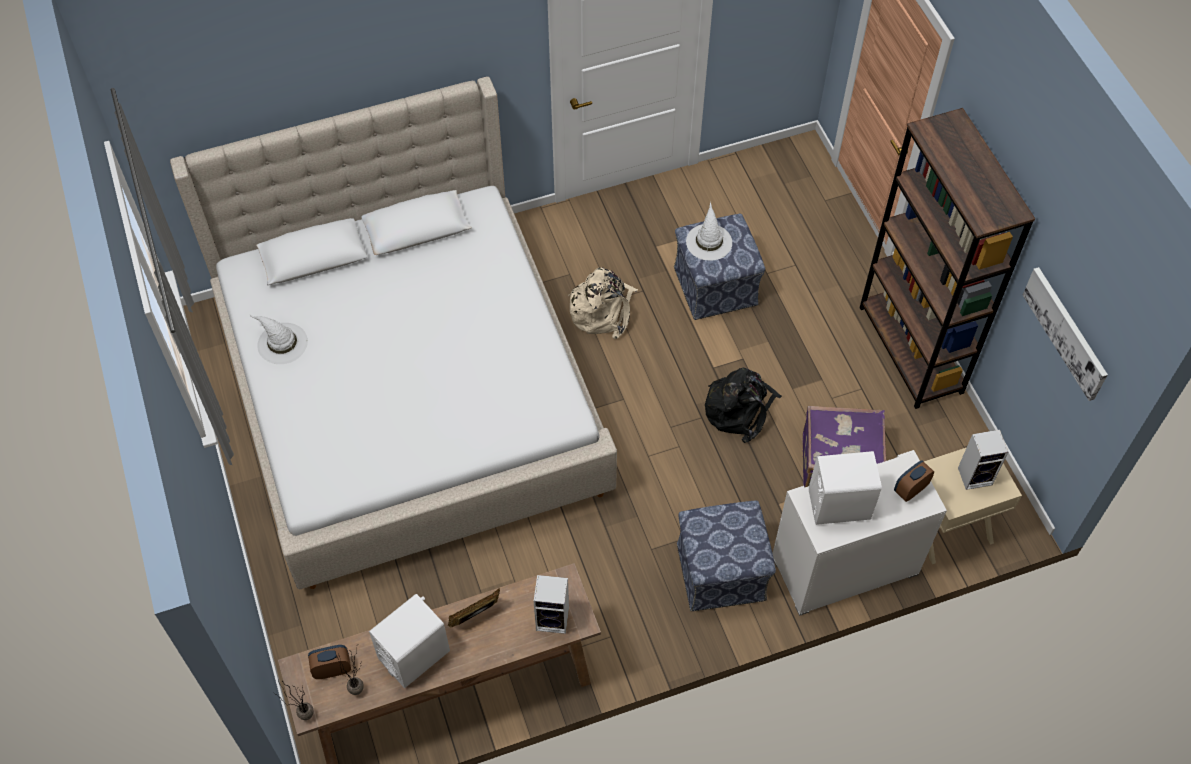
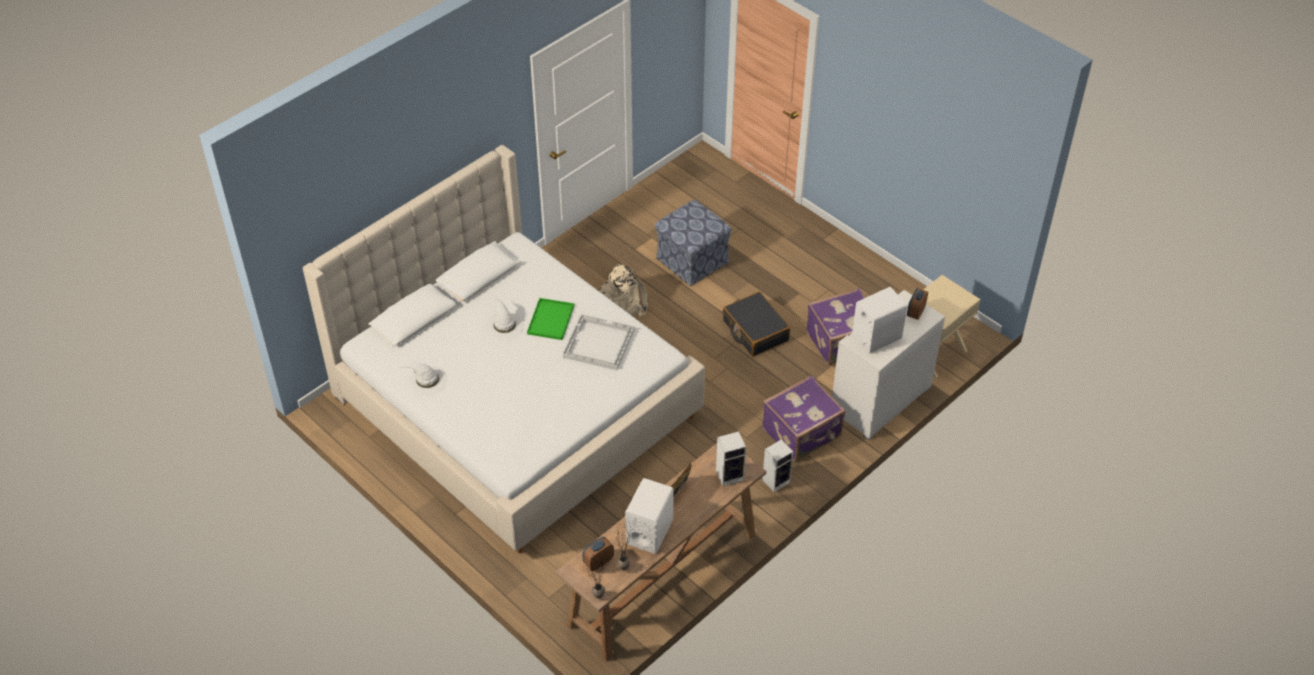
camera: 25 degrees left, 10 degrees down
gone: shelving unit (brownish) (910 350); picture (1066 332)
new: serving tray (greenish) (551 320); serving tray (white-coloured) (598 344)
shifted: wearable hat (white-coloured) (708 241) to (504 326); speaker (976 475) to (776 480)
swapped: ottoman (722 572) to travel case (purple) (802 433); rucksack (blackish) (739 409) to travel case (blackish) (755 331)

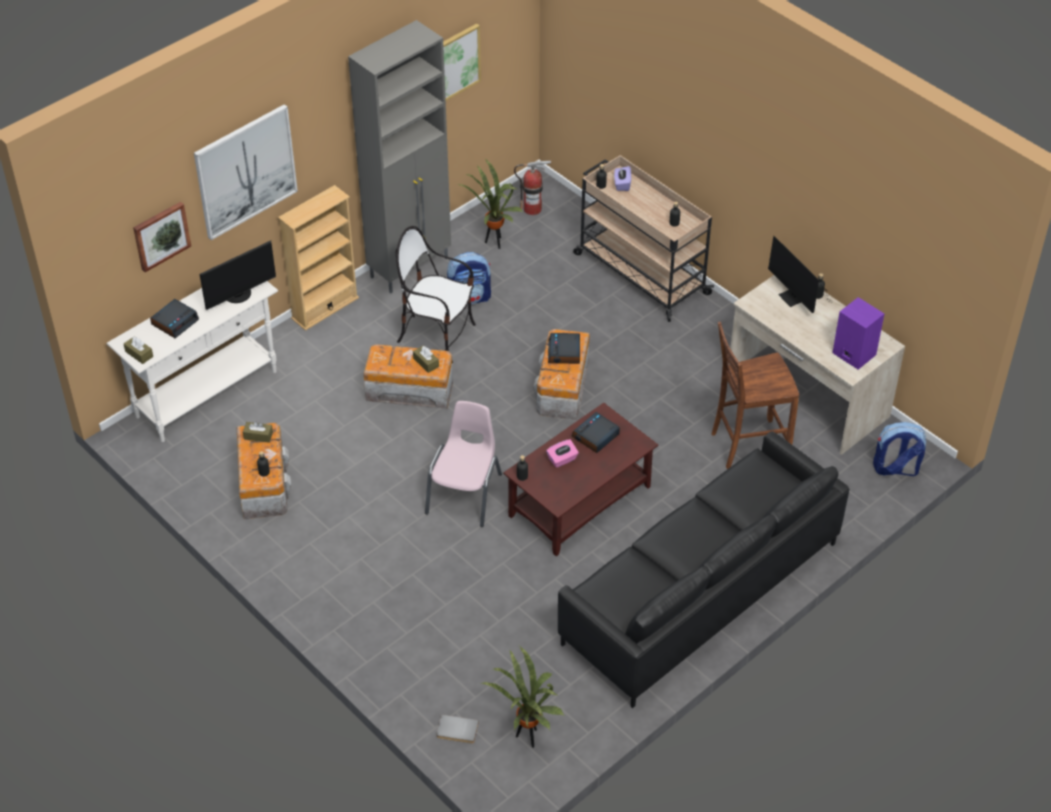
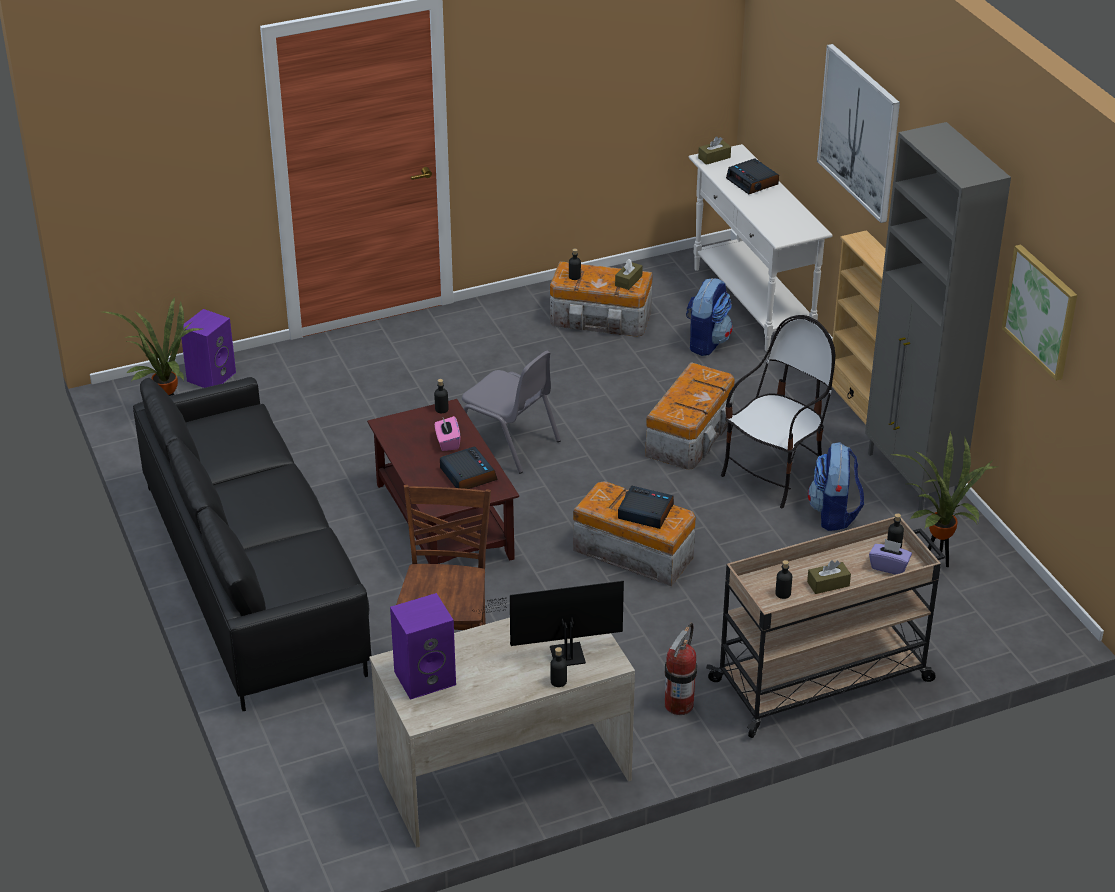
camera: 110 degrees right, 10 degrees down
gone: picture (161 235); computer display (239 295)
shifted: tissue box (brownish) (426 362) to (828 584); extinguisher (532 209) to (679 704); rucksack (895 469) to (706 342)
swapped: bound book (greyish) (457 731) to speaker (purple) (211 376)
repainted: plain chair (pink-coloured) (465 493) to plain chair (greyish) (507 442)

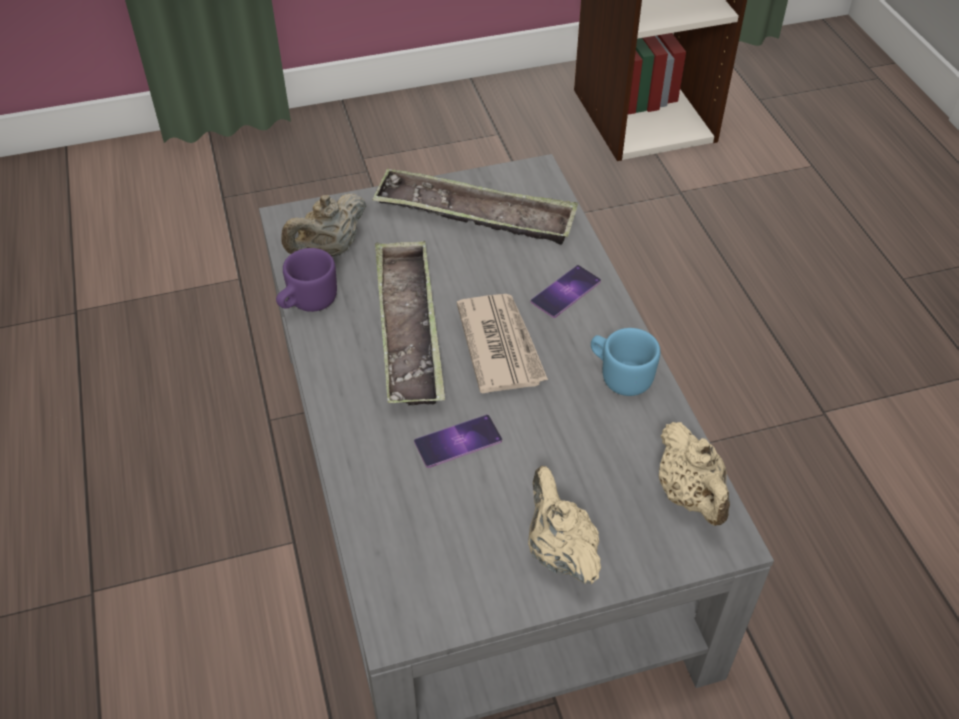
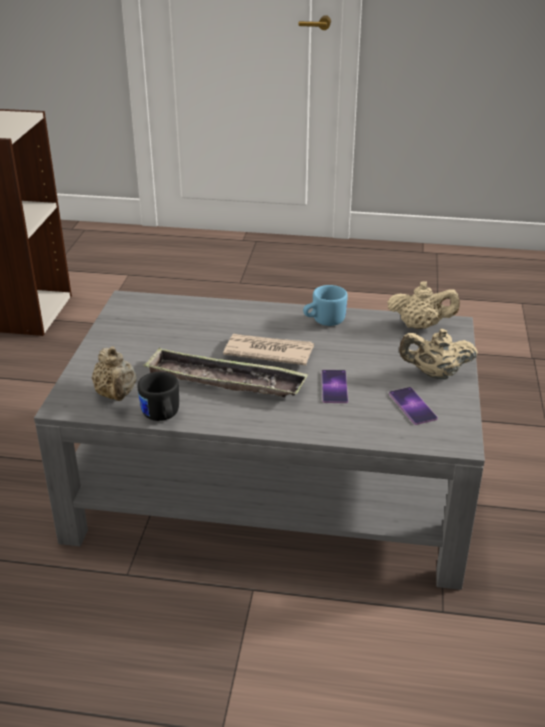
camera: 65 degrees left, 15 degrees down
gone: serving tray (475 215)
shifted: telephone (566 291) to (412 406)
repainted: coffee mug (purple) (307 303) to coffee mug (blackish) (162 416)

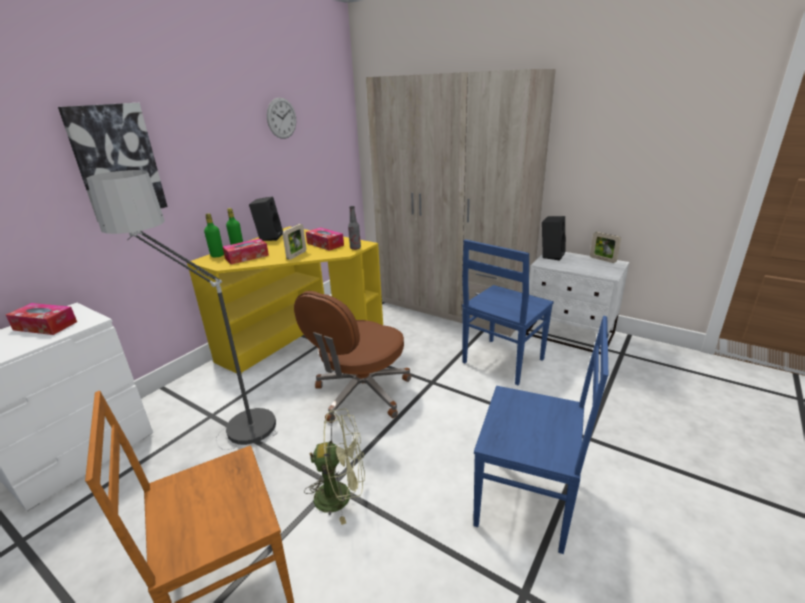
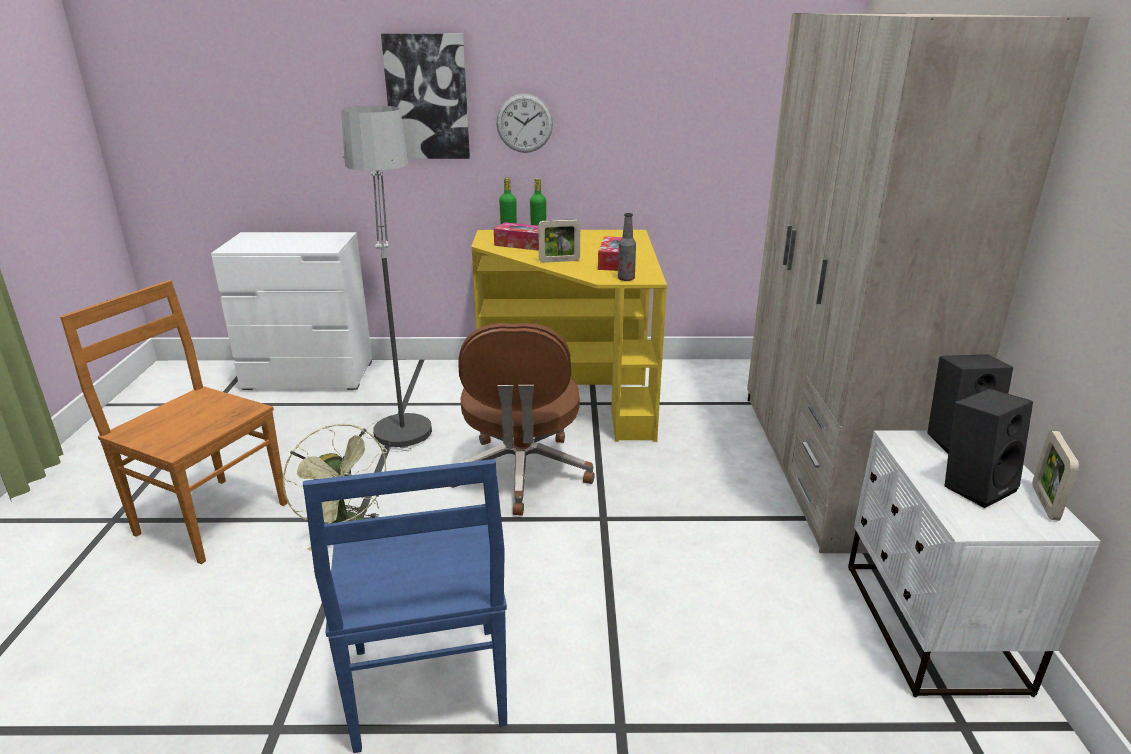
camera: 55 degrees right, 0 degrees up
gone: tissue box (45 326); plain chair (bluish) (501 362)
shifted: speaker (blackish) (269 237) to (974 486); clock on the wall (281 118) to (524 123)
rotated: computer chair (brownish) (361 394) = (522 474) 90 degrees counterclockwise

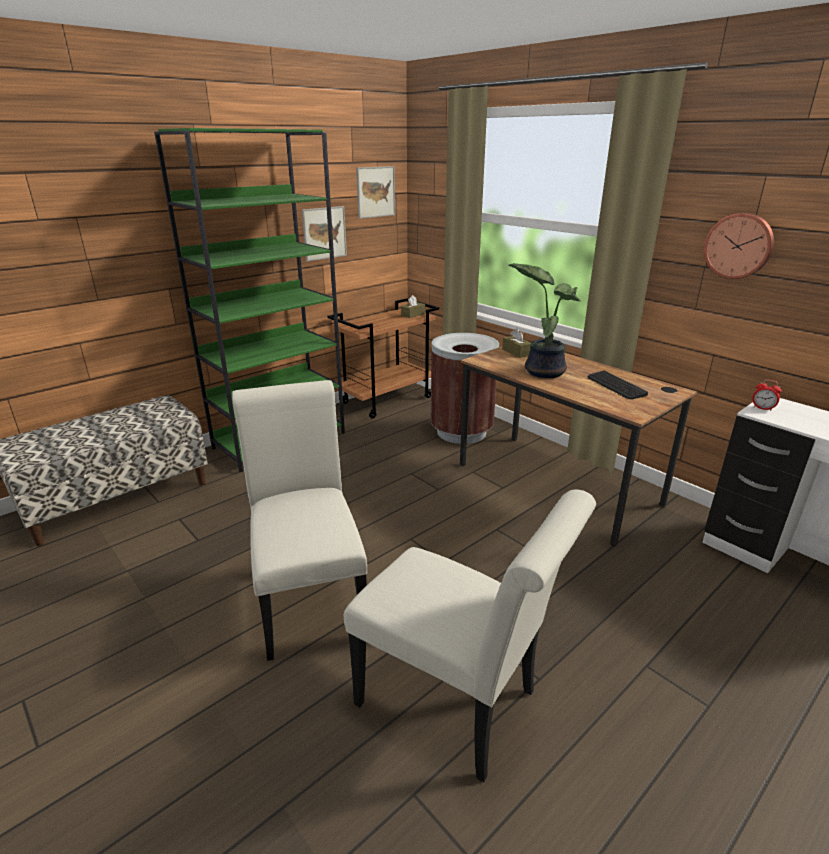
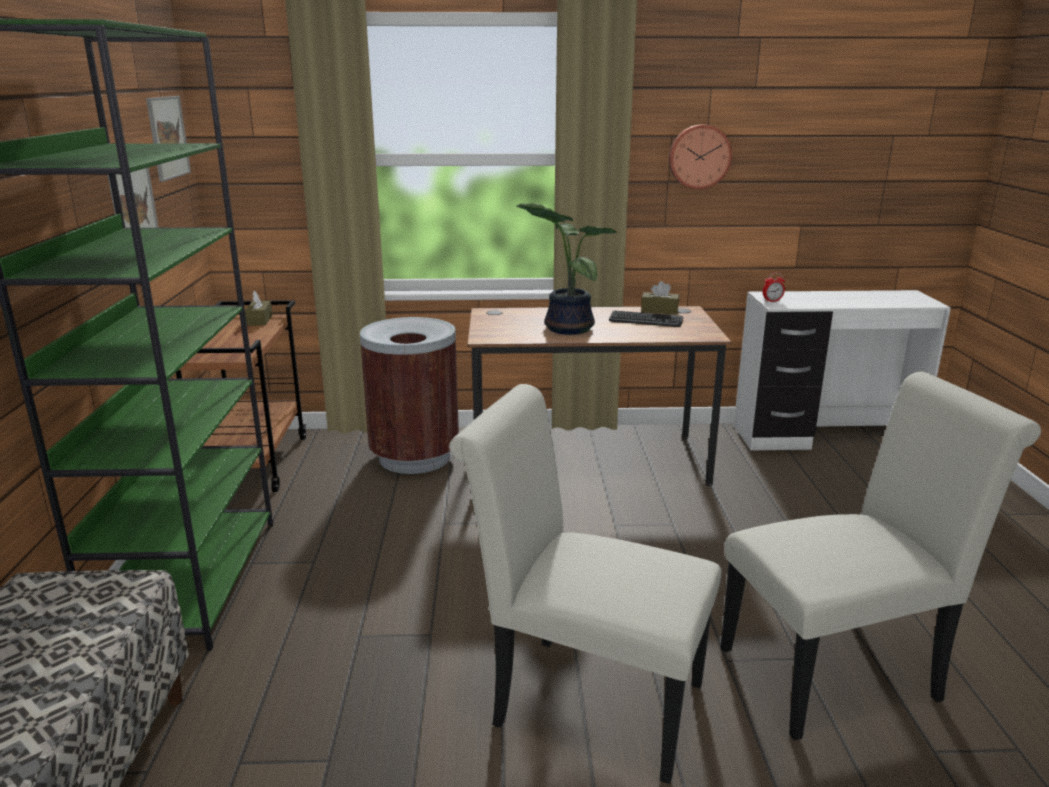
camera: 50 degrees left, 5 degrees down
shifted: tissue box (brownish) (516 352) to (659 310)

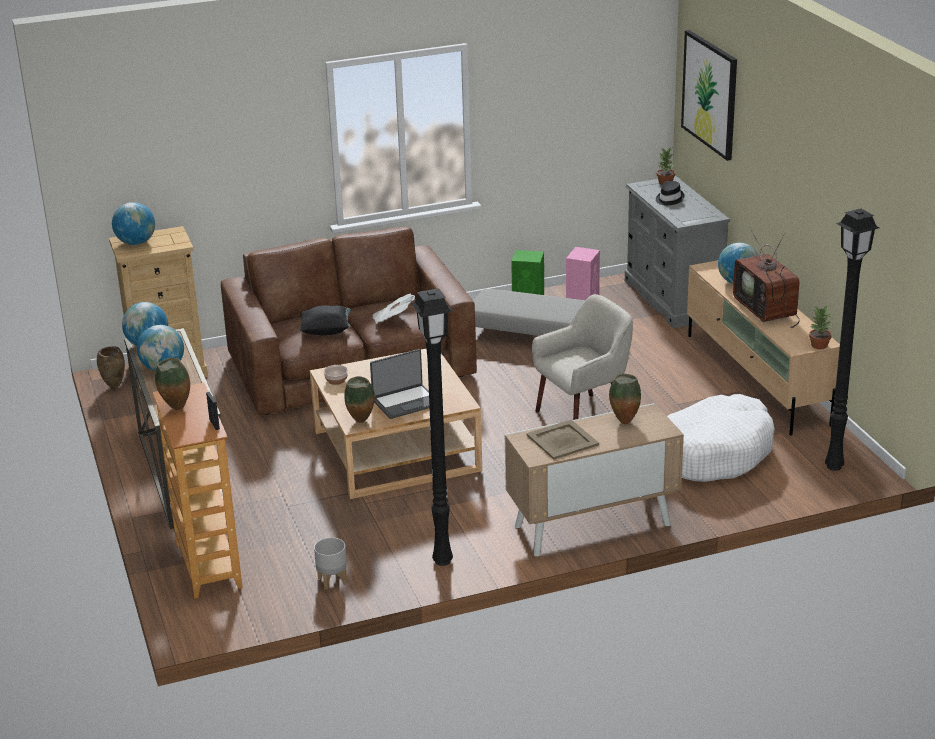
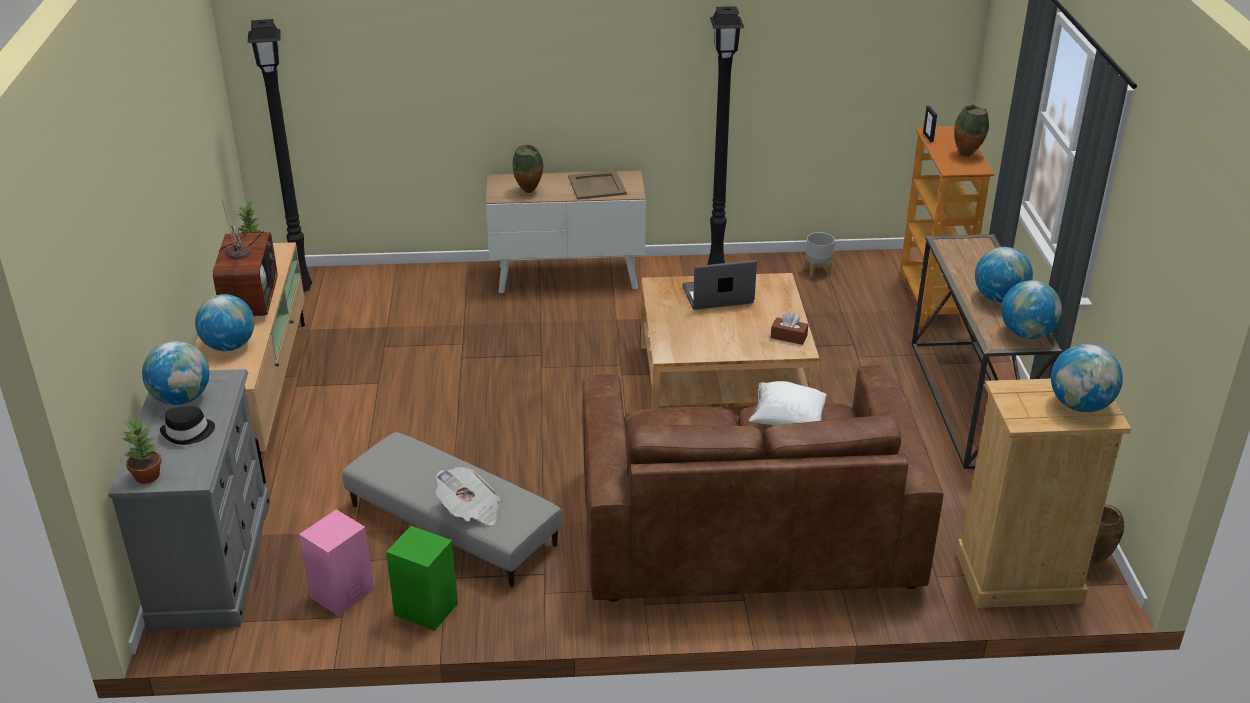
camera: 165 degrees left, 5 degrees up
gone: vase (361 422); armchair (beige) (583 416); dog cushion (white-coloured) (710 453); picture (710 94)
new: desk globe (182 399)
shifted: newspaper (393 319) to (470 510)
swapped: deep dish (336 380) to tissue box (brownish) (789 337)
repainted: pillow (blackish) (326 331) to pillow (white-coloured) (787 421)

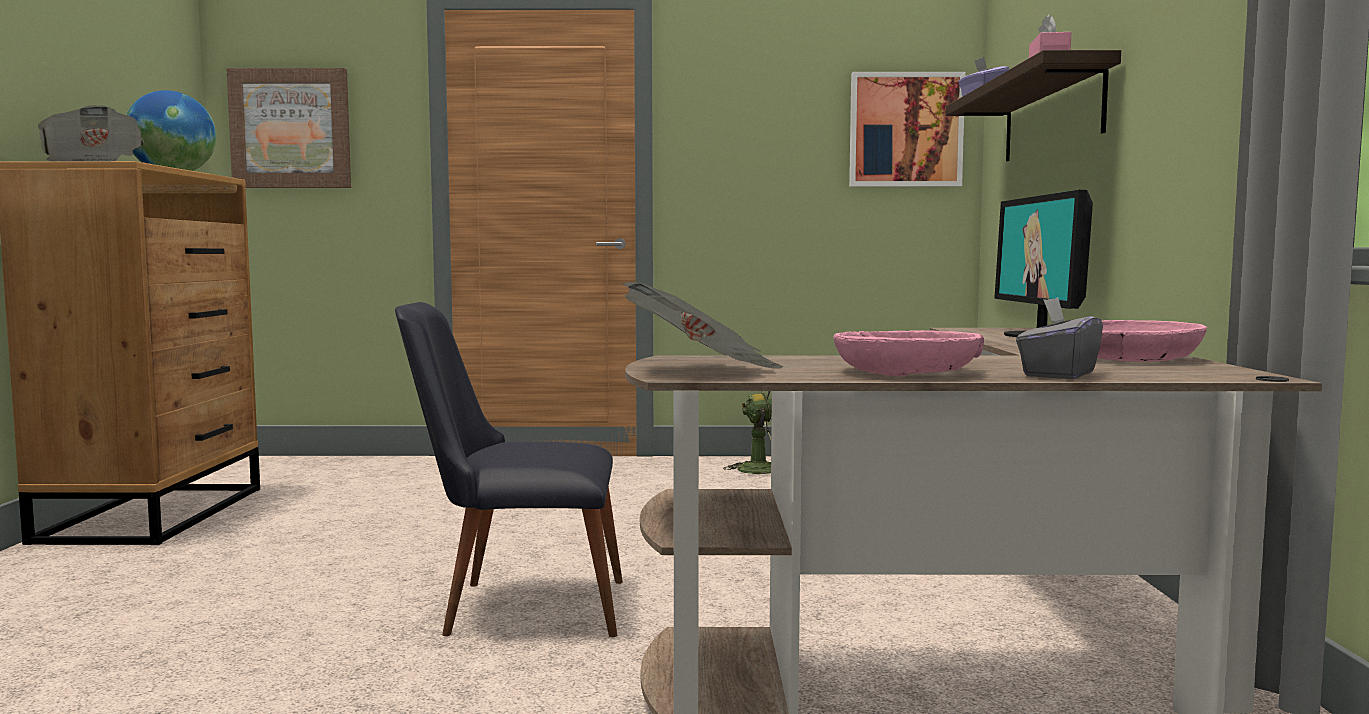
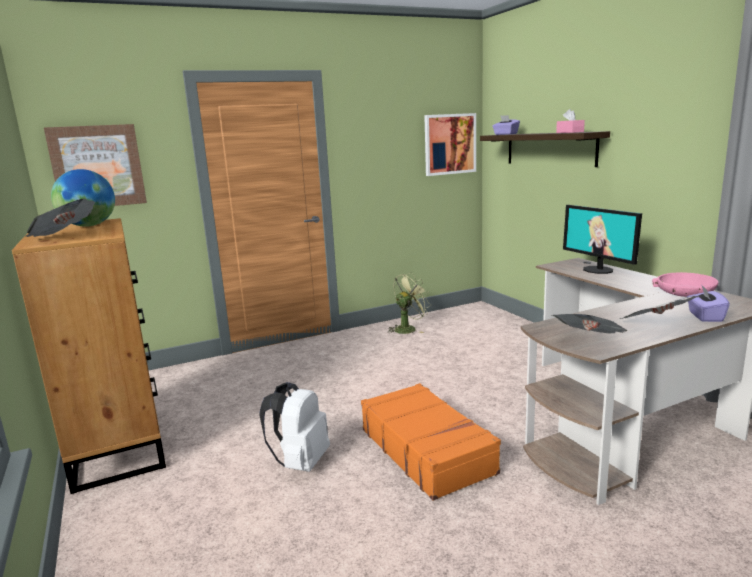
camera: 25 degrees left, 10 degrees up
new: rucksack (white-coloured) (300 462)
swapped: plain chair (blackish) (517 606) to travel case (orangey) (427 450); deep dish (pink-coloured) (906 371) to newspaper (655 325)
repainted: tissue box (greyish) (1058 374) to tissue box (purple) (705 316)

